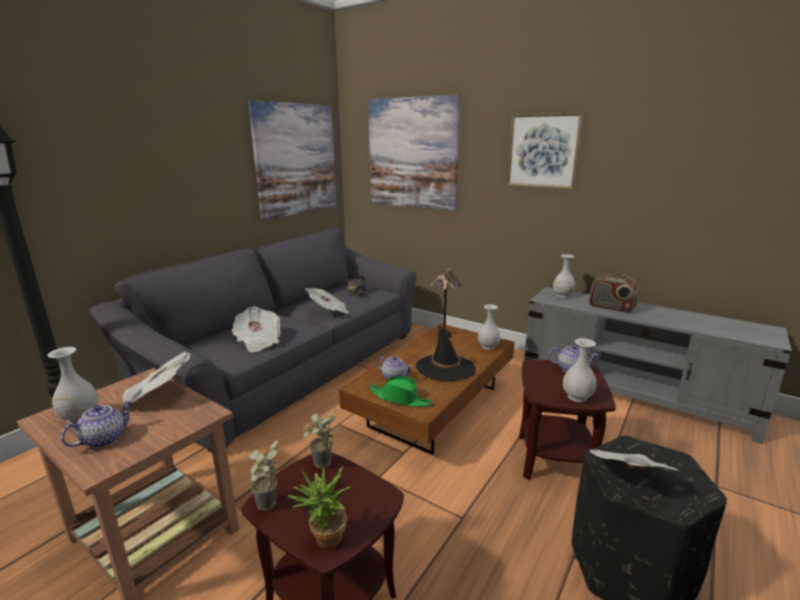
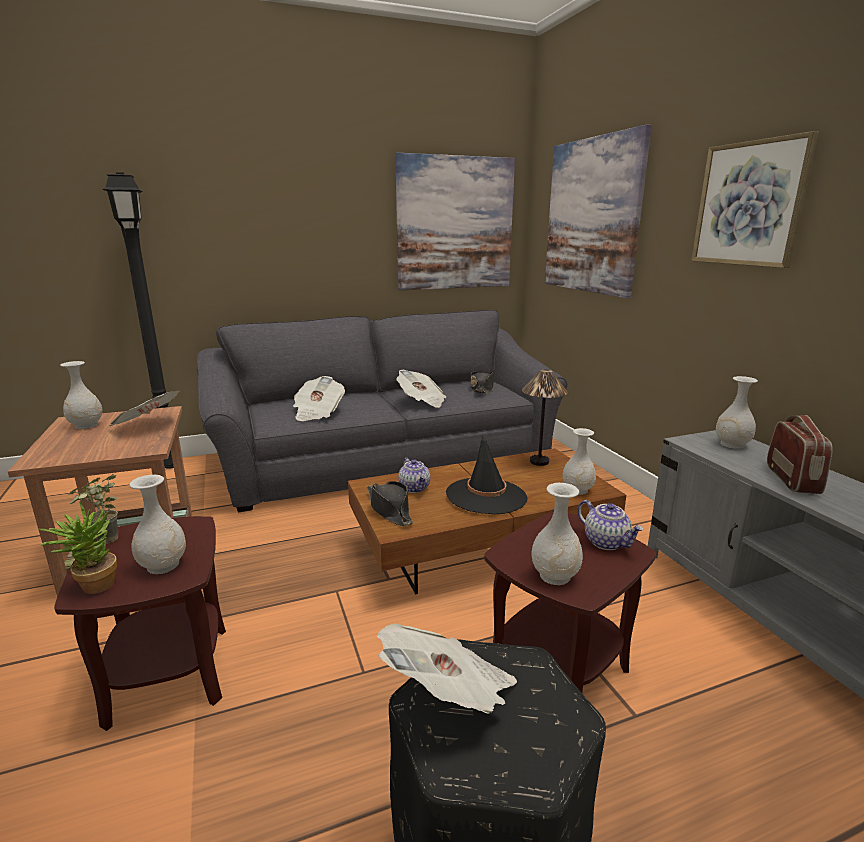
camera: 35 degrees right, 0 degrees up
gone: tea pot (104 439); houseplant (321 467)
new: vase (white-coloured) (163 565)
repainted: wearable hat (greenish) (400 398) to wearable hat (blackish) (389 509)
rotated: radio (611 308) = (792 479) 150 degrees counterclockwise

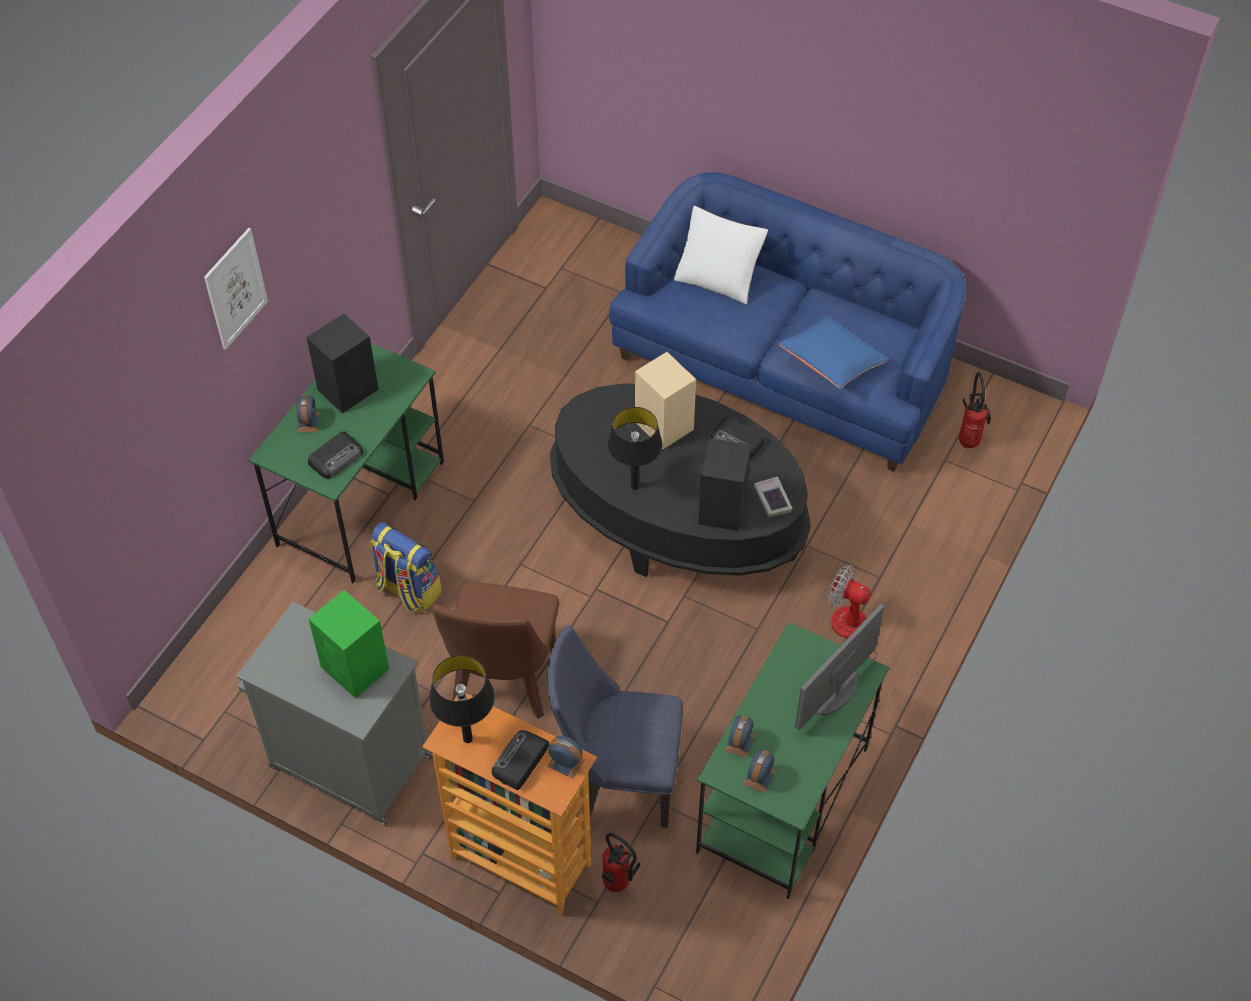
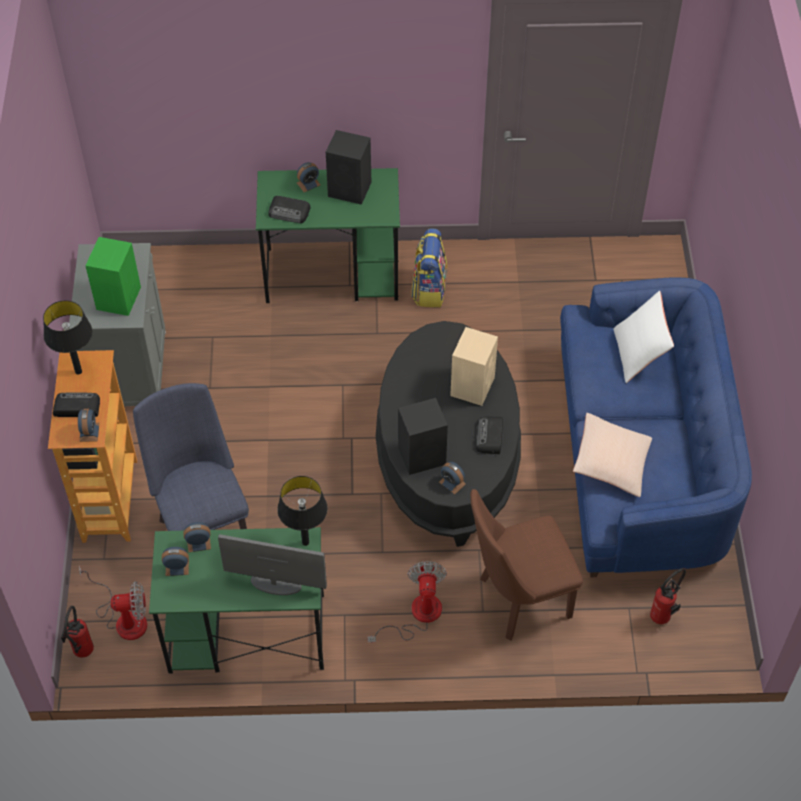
camera: 60 degrees right, 0 degrees up
gone: picture (235 288)
new: fan (124 618)
shifted: rucksack (407 590) to (429 289); plain chair (brownish) (504 685) to (517 600); extinguisher (618 886) to (81 653); lamp for a table (blackish) (635 486) to (306 542)
swapped: bound book (772 499) to table clock (452 483)
repainted: pillow (bluish) (832 362) to pillow (beige) (611 462)

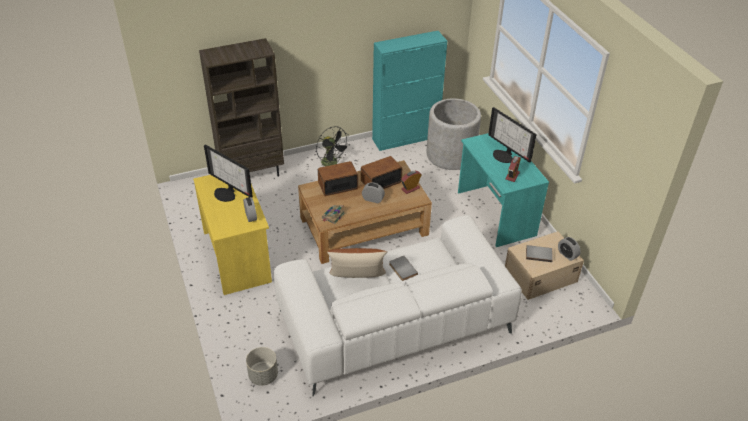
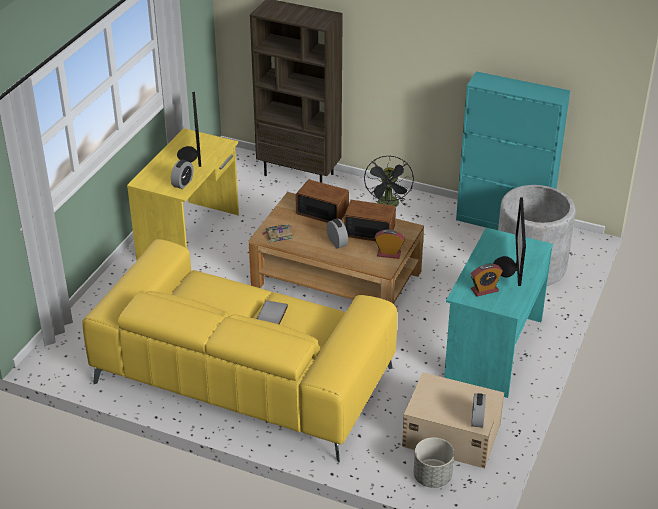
camera: 45 degrees right, 5 degrees down
gone: pillow (brownish) (357 280); bound book (greyish) (538 254)
shifted: plant pot (greyish) (263 376) to (432 477)
repainted: settee (white-coloured) (394 322) to settee (yellow) (243 376)

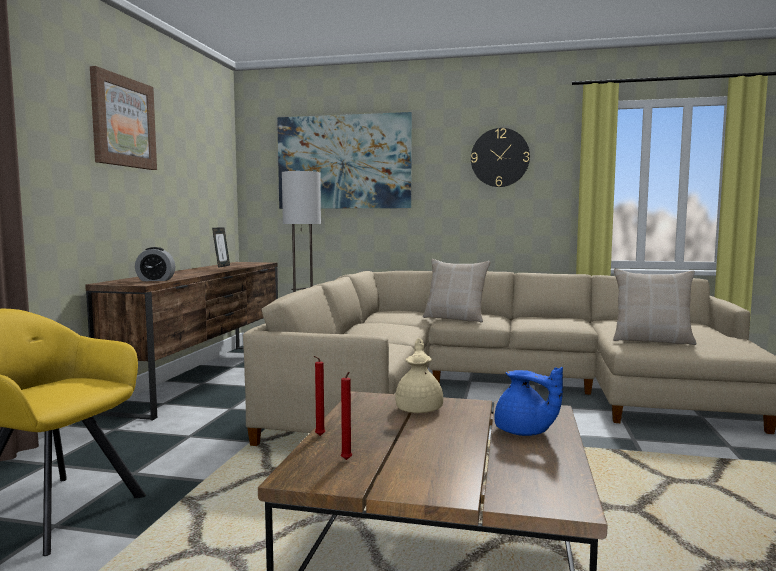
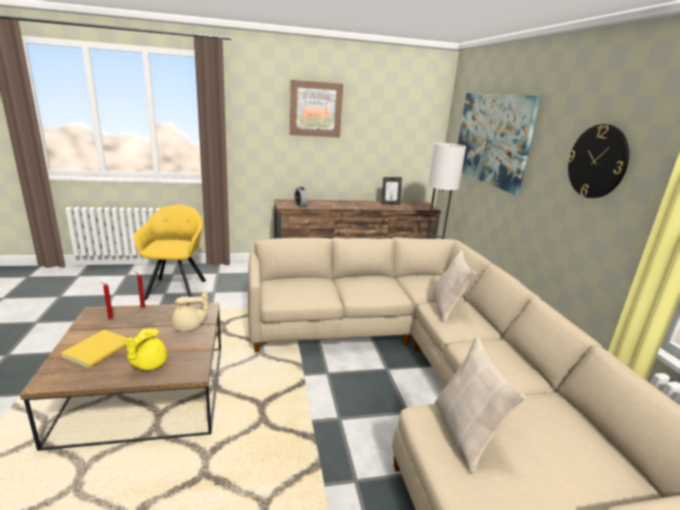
camera: 65 degrees right, 15 degrees up
new: bound book (yellow) (100 349)
repainted: tea pot (bluish) (524 432) to tea pot (yellow) (148 364)

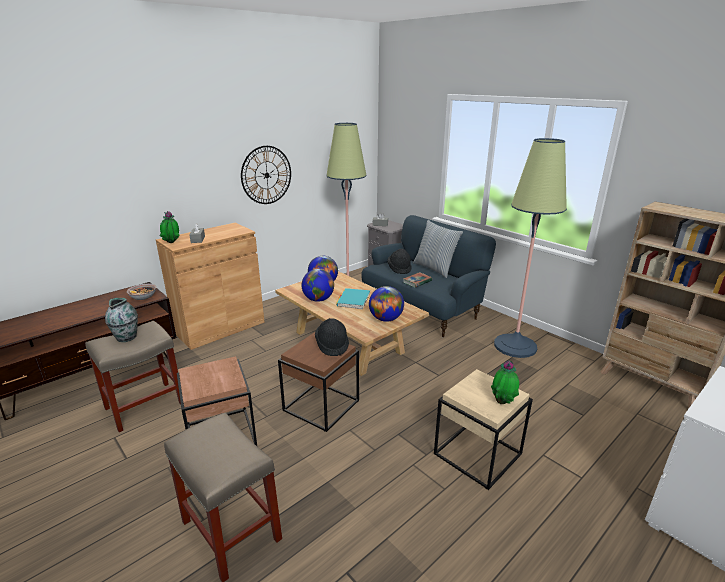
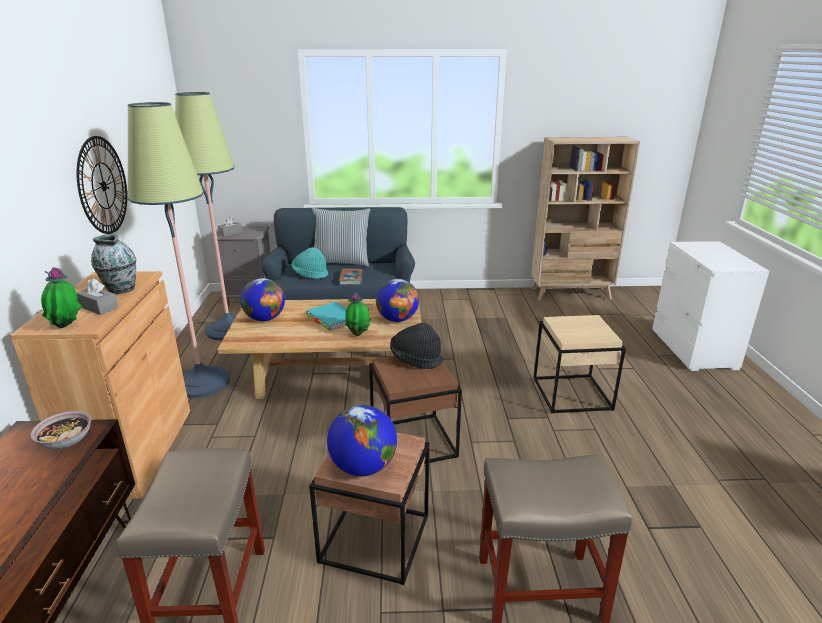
camera: 50 degrees left, 0 degrees up
shifted: vase (126 337) to (121 289); desk globe (318 299) to (363 467); houseplant (503 402) to (358 334); standing lamp (515 346) to (201 382)
repainted: wearable hat (blackish) (399 269) to wearable hat (blue-green) (310 274)

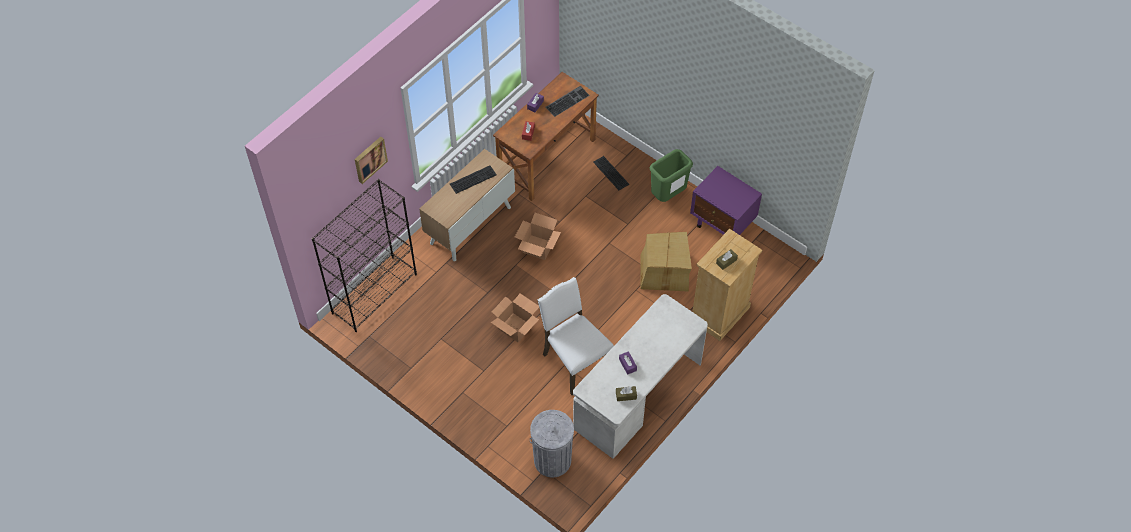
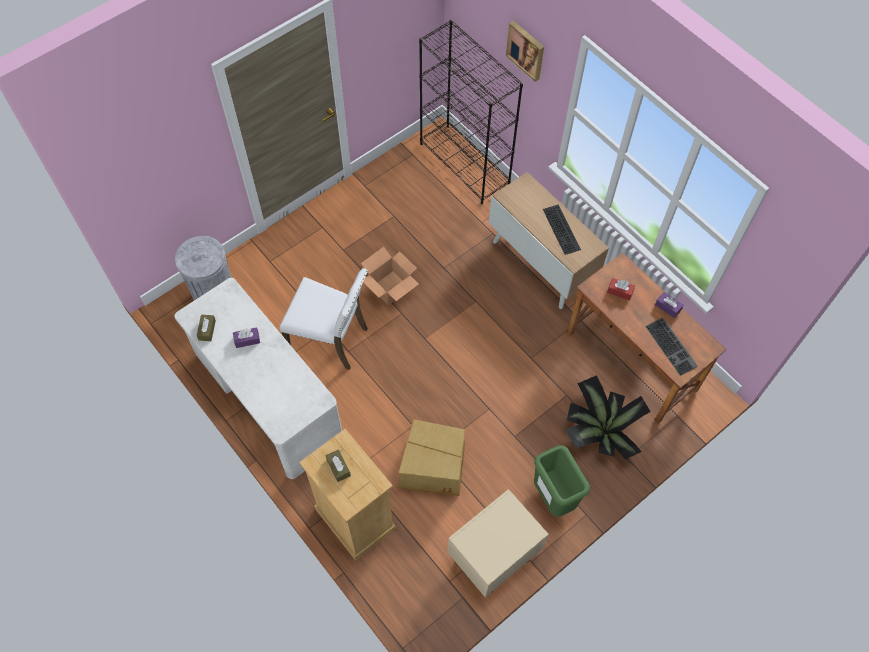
camera: 100 degrees right, 5 degrees up
gone: packing box (538 247)
swapped: computer keyboard (610 173) to houseplant (599 431)
repainted: nightstand (purple) (722 225) to nightstand (beige) (492 558)
rotated: plain chair (white-coloured) (574 361) = (330 340) 45 degrees clockwise

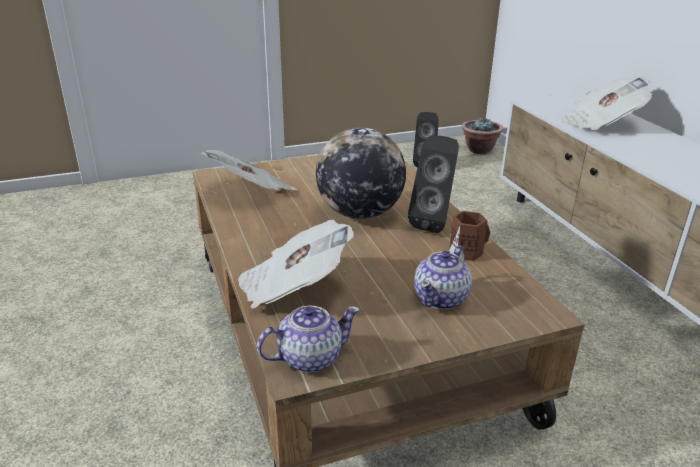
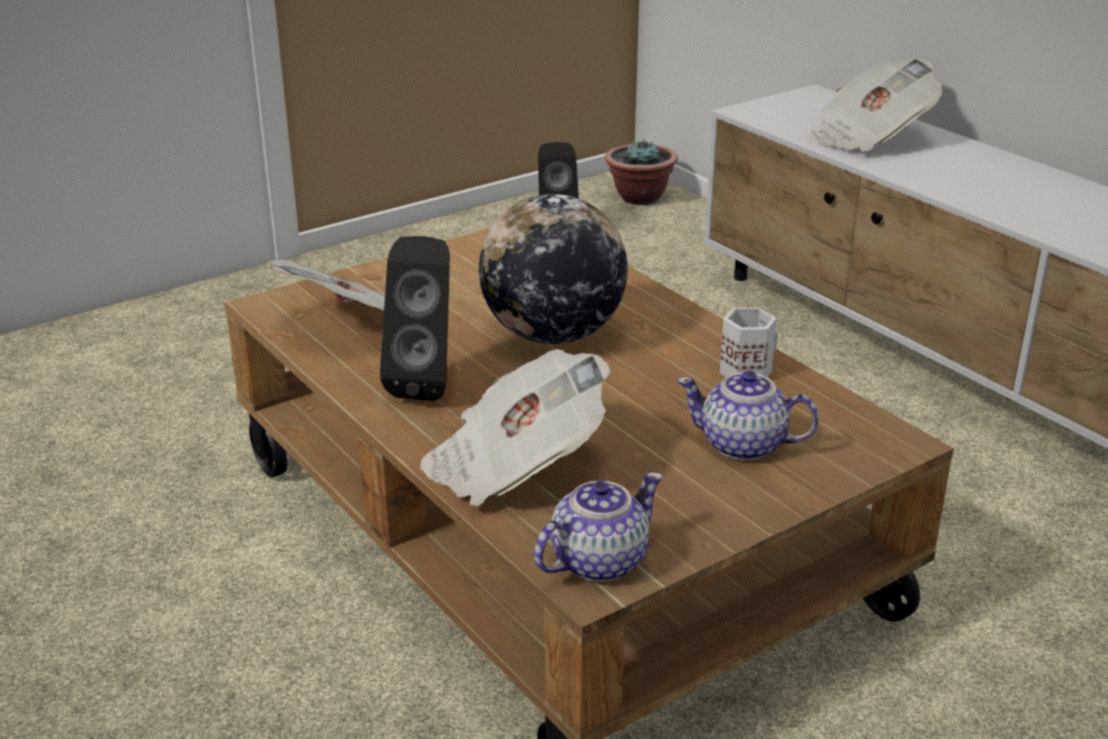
camera: 15 degrees left, 0 degrees up
shifted: speaker (blackish) (434 223) to (428 383)
repainted: coffee mug (brownish) (466 251) to coffee mug (white-coloured) (746 370)
rotated: tea pot (442 298) = (744 445) 90 degrees clockwise

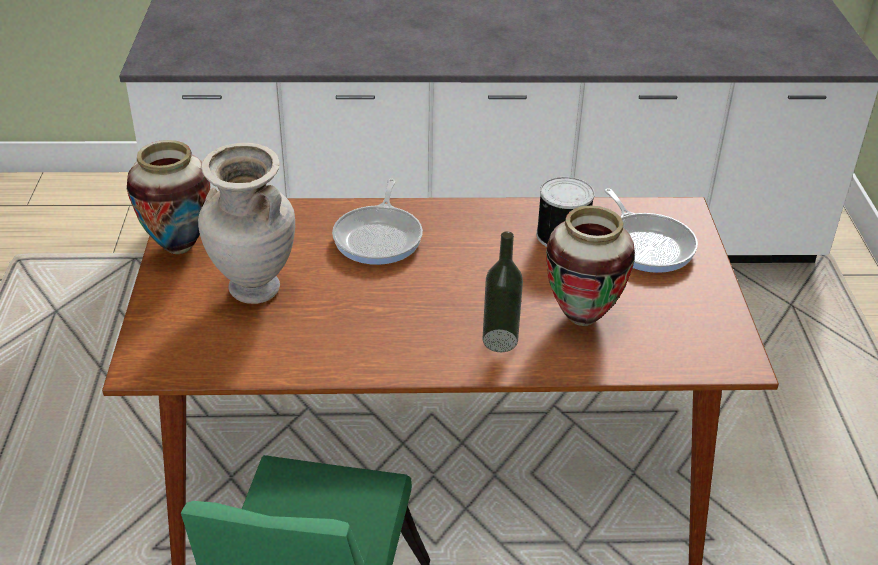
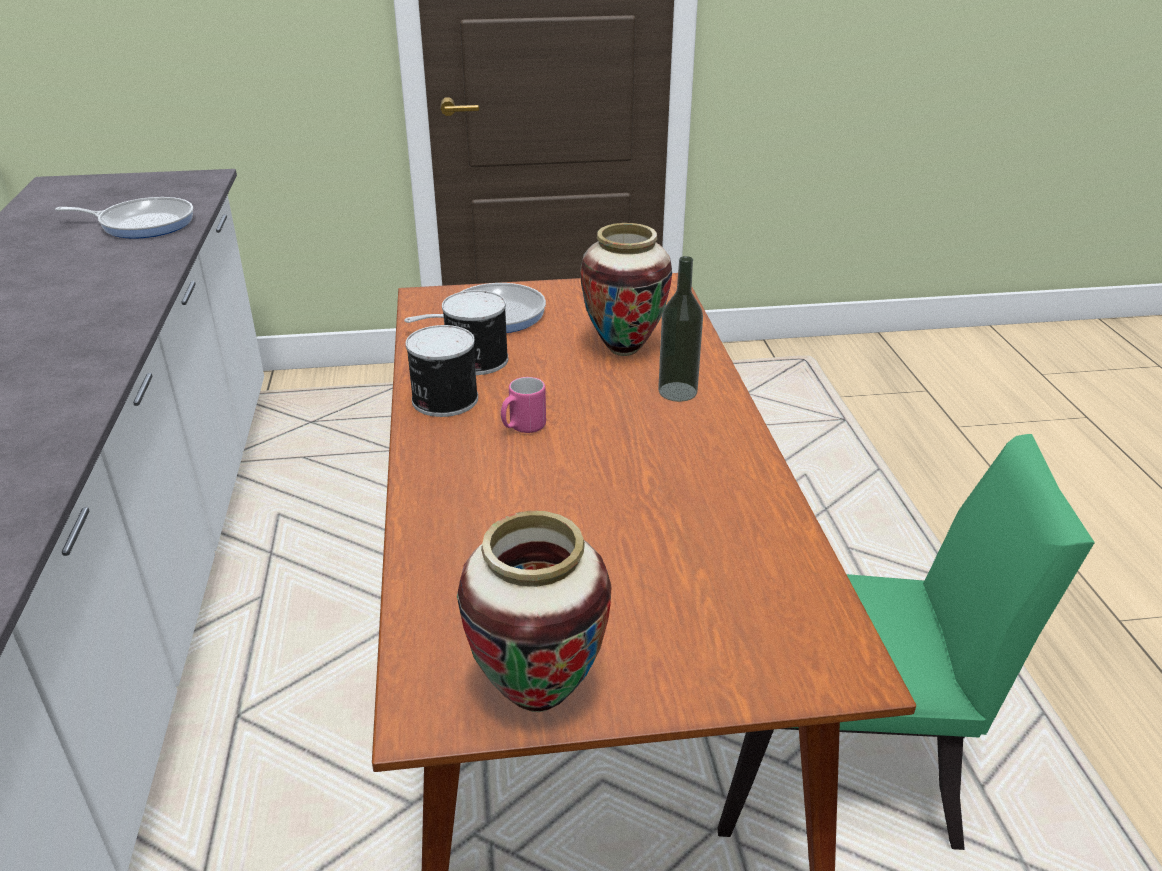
camera: 95 degrees left, 5 degrees down
gone: vase (beige) (254 291)
new: metal can (443 399); coffee mug (pink-coloured) (522 427)
shifted: pan (379 237) to (143 224)

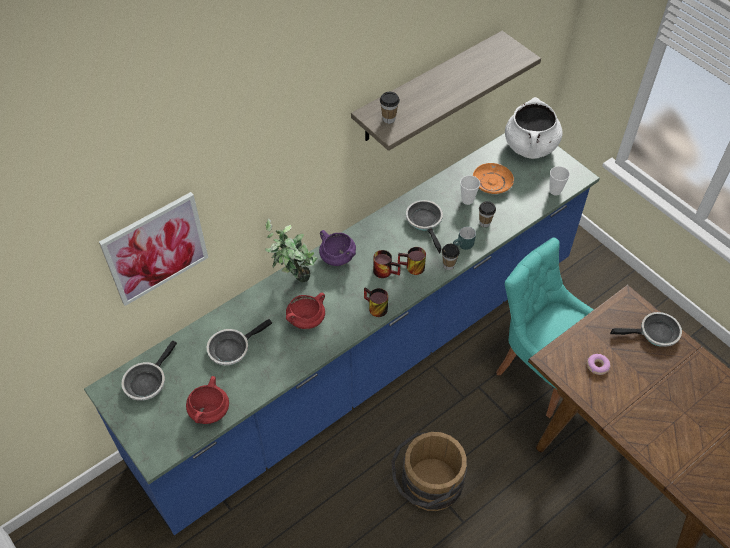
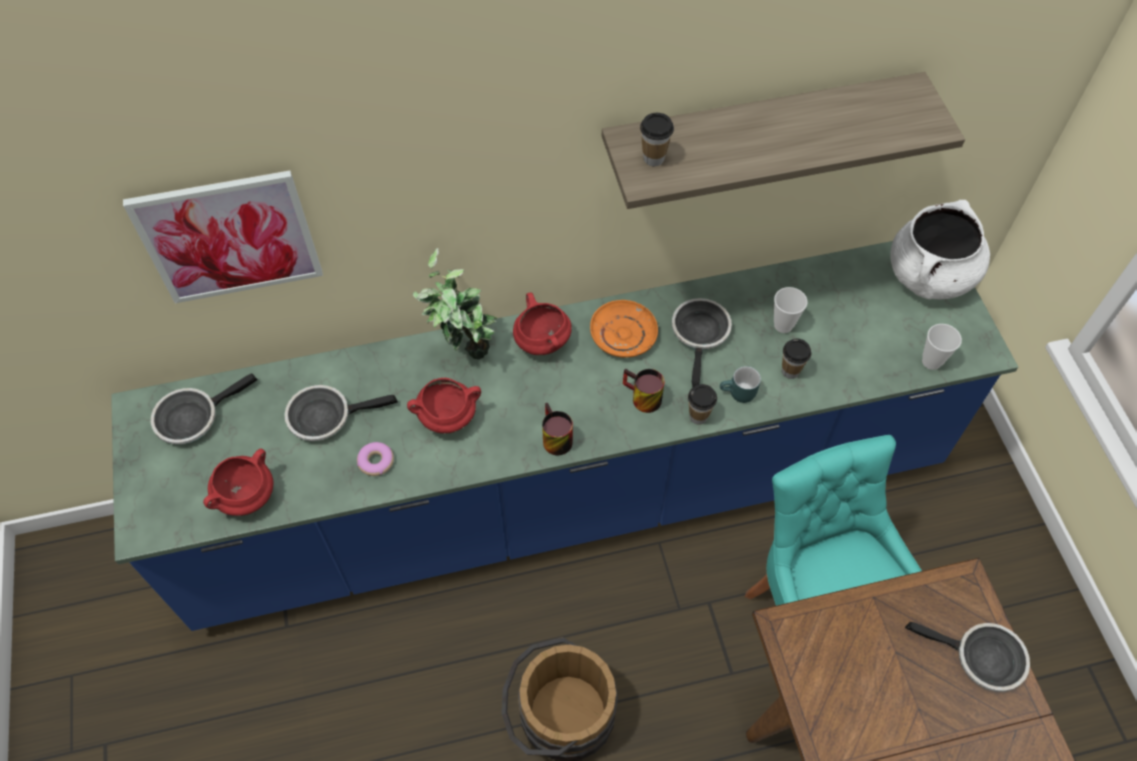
camera: 25 degrees right, 5 degrees up
gone: coffee mug (386 270)
shifted: plate (orangey) (492 182) to (623 334); donut (597 366) to (376 461)
repainted: saucepot (purple) (337 258) to saucepot (red-coloured) (541 341)

